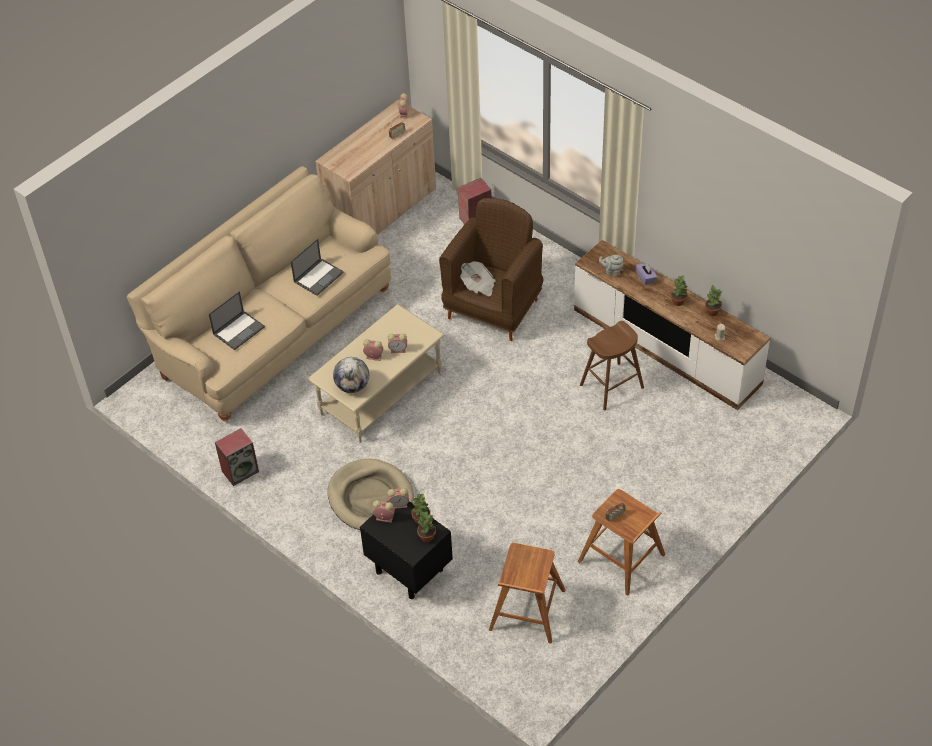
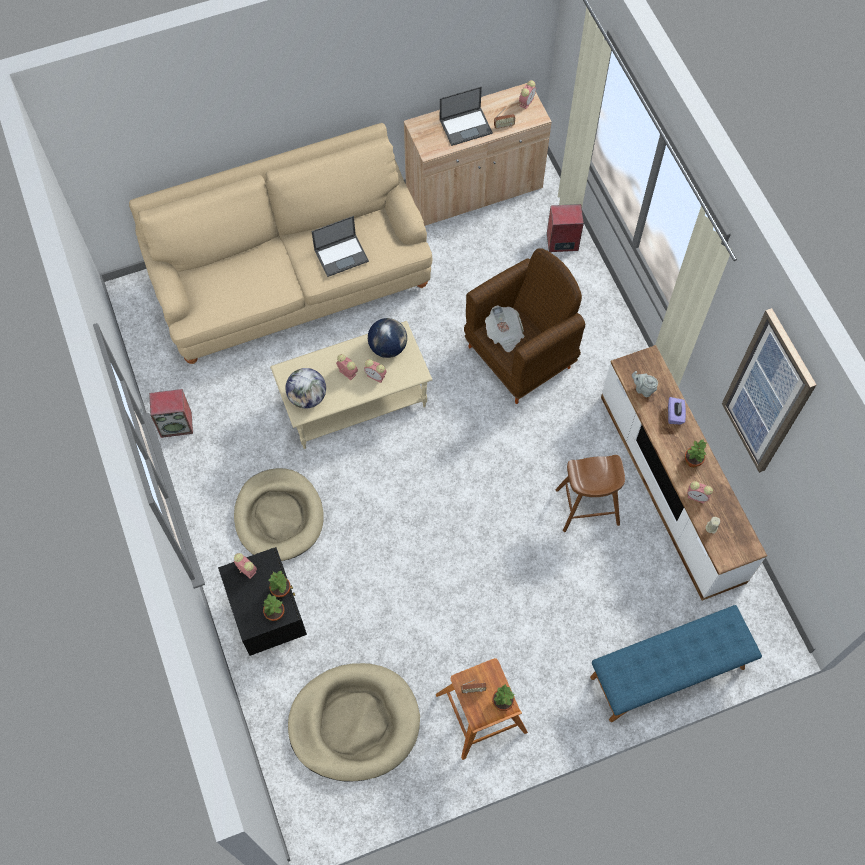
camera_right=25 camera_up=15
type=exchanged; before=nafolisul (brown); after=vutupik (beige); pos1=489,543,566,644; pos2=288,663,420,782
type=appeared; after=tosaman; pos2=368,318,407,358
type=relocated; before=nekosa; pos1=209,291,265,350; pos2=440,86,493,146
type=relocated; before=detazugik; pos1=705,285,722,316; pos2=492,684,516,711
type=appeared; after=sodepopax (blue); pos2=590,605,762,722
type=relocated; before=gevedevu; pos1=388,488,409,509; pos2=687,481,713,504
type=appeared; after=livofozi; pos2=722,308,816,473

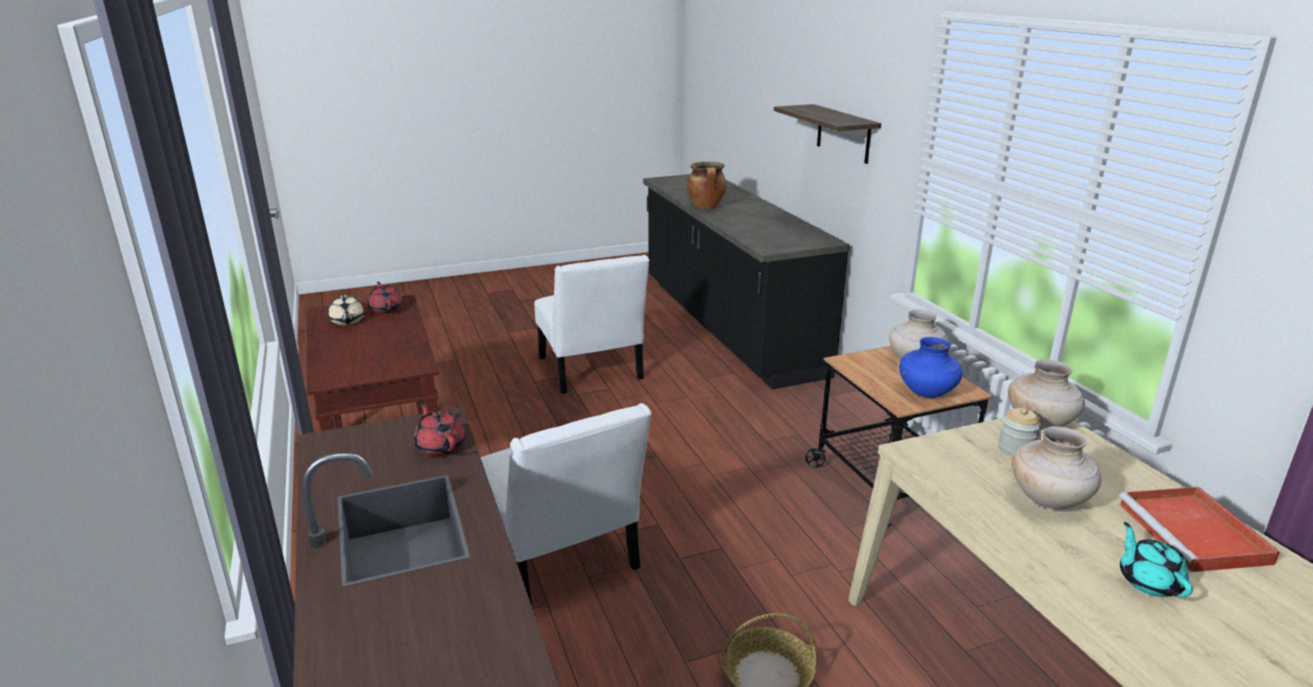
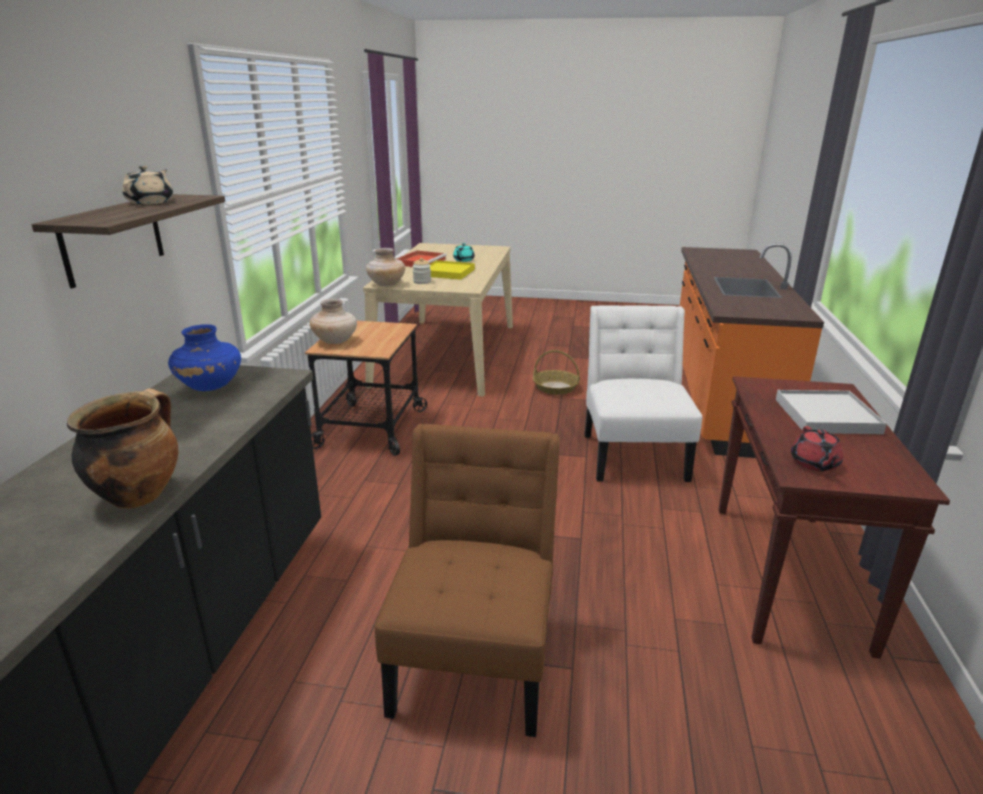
camera_right=-150 camera_up=0
type=relocated; before=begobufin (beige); pos1=328,295,365,325; pos2=122,165,173,204
type=relocated; before=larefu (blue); pos1=899,337,962,398; pos2=168,324,241,391
type=colour; before=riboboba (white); after=riboboba (brown); pos1=534,255,650,394; pos2=375,424,560,737
type=exchanged; before=larefu (beige); after=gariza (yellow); pos1=1011,426,1102,509; pos2=429,260,475,280
type=appeared; after=gariza (white); pos2=776,390,887,434
type=missing; before=begobufin (red); pos1=414,403,466,456

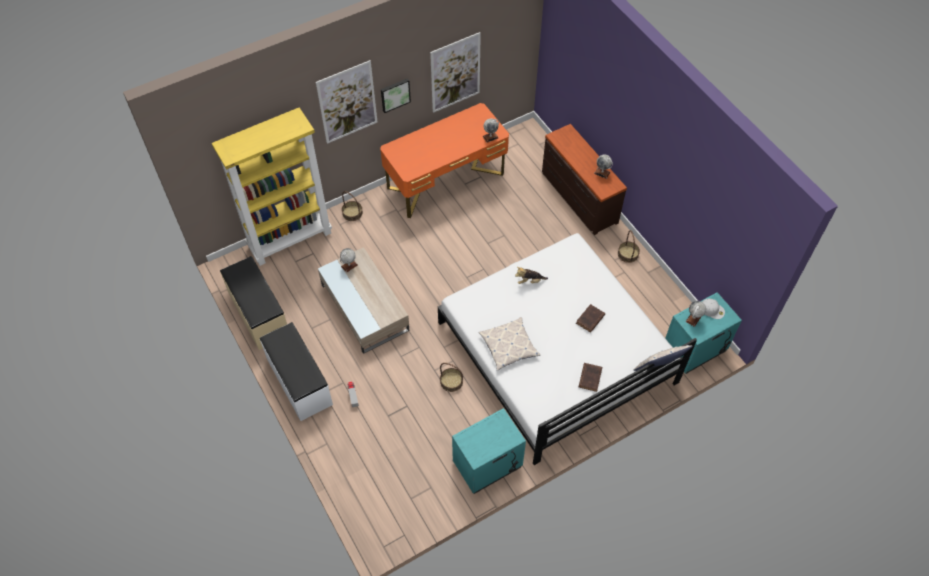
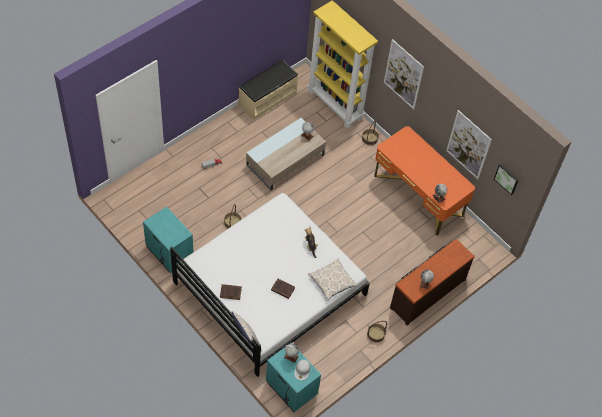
camera_right=75 camera_up=0
type=relocated; before=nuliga; pos1=479,317,540,370; pos2=308,258,358,301
type=relocated; before=livofozi; pos1=381,78,411,113; pos2=494,164,519,195
type=missing; before=sodepopax (white); pos1=260,322,333,421

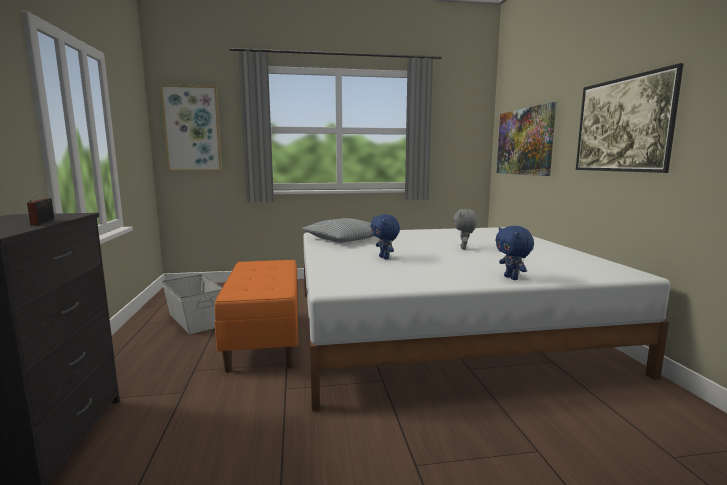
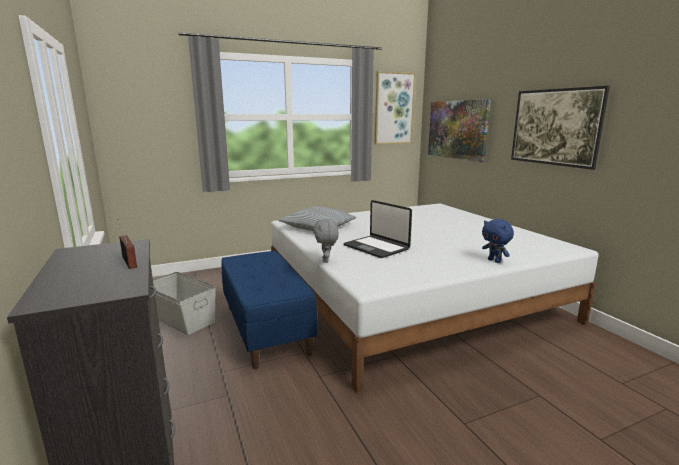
camera_right=-15 camera_up=5
type=colour; before=sodepopax (orange); after=sodepopax (blue); pos1=215,260,298,373; pos2=221,251,318,369
type=relocated; before=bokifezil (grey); pos1=453,209,477,249; pos2=313,219,339,263
type=exchanged; before=bokifezil (blue); after=nekosa; pos1=371,214,400,259; pos2=343,200,412,258
type=relocated; before=livofozi; pos1=160,84,222,171; pos2=375,71,416,145

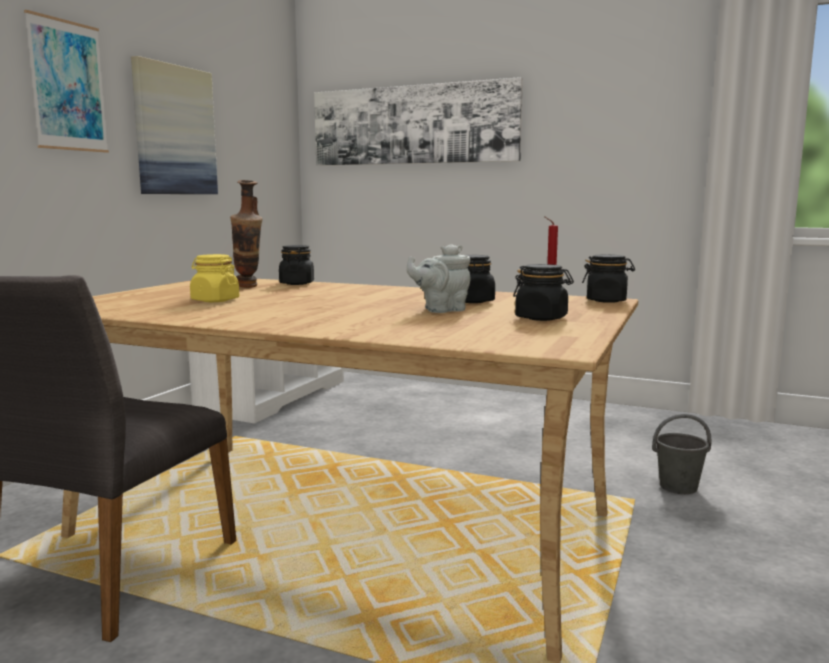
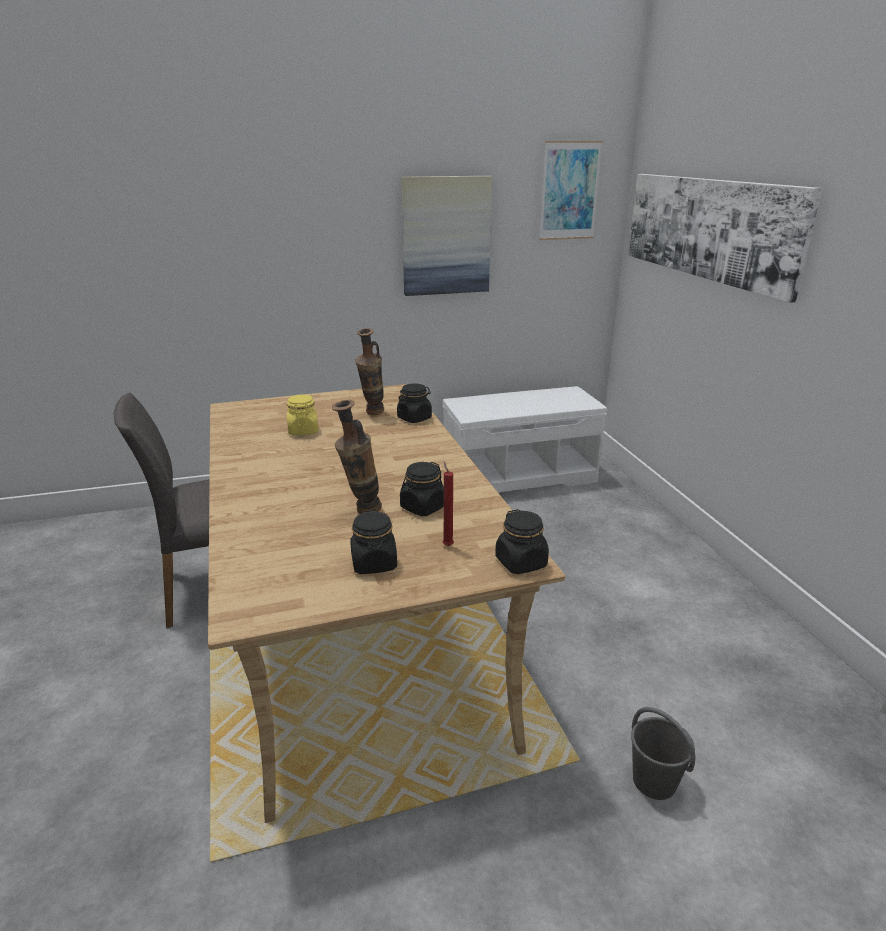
camera_right=50 camera_up=15
type=exchanged; before=begobufin (grey); after=larefu; pos1=407,244,471,313; pos2=332,400,382,514
type=relocated; before=livofozi; pos1=24,10,109,153; pos2=539,141,603,240

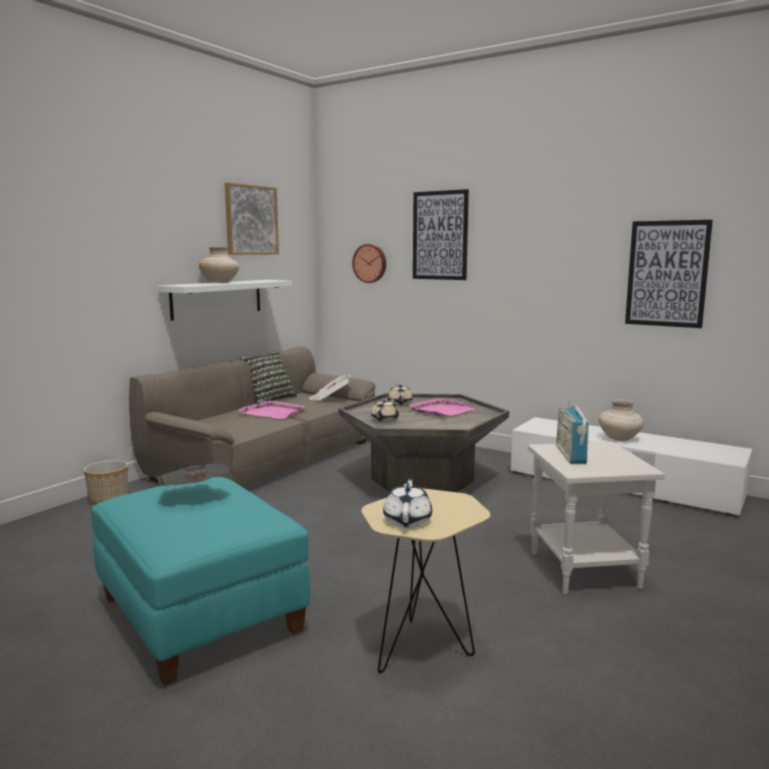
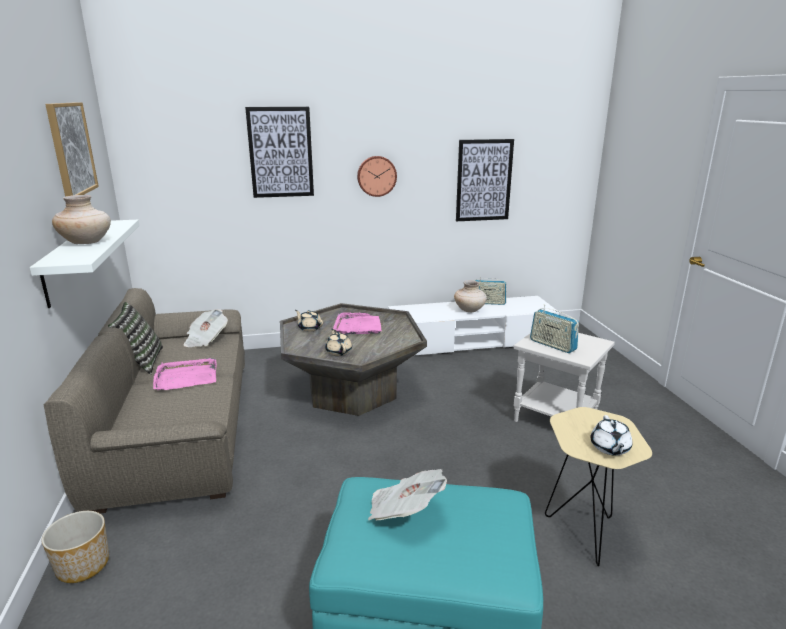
camera_right=-45 camera_up=10
type=relocated; before=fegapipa; pos1=352,244,386,283; pos2=357,156,397,197
type=appeared; after=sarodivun; pos2=475,276,507,305
type=spun; before=begobufin (white); pos1=383,478,432,527; pos2=590,415,632,456; turn=-135

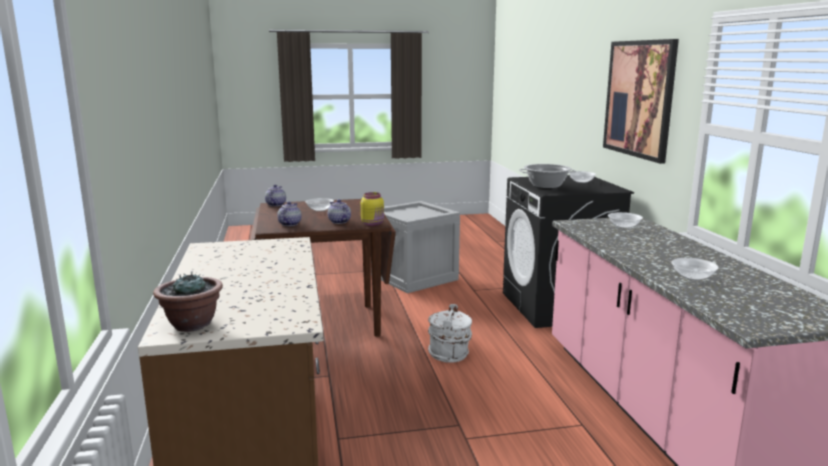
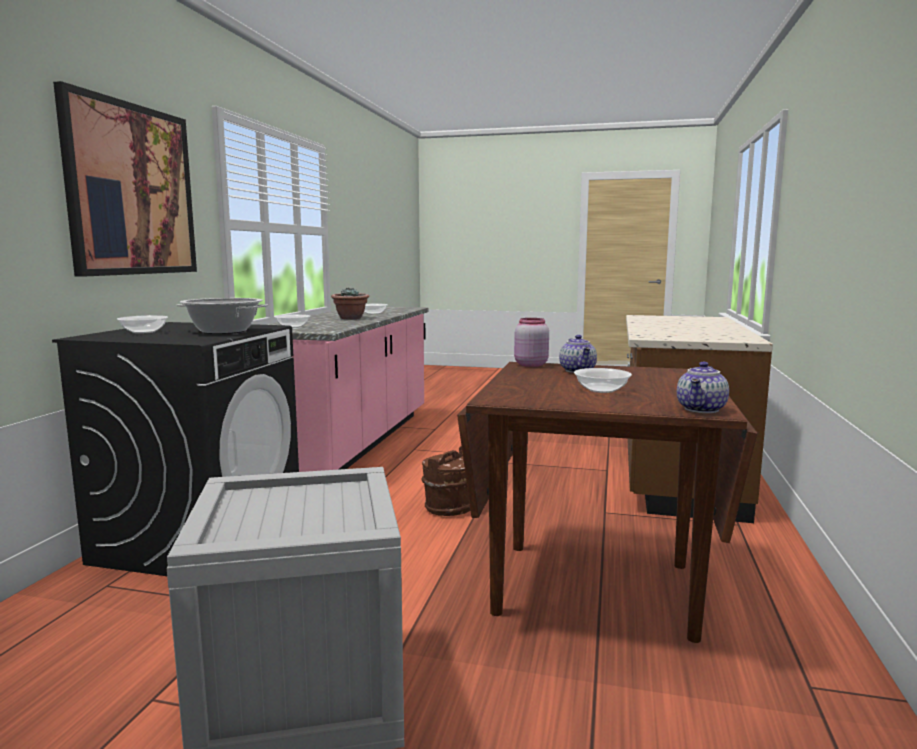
camera_right=-155 camera_up=-5
type=relocated; before=detazugik; pos1=153,272,223,332; pos2=331,288,369,319
type=colour; before=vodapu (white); after=vodapu (brown); pos1=428,304,472,363; pos2=421,446,470,516
type=colour; before=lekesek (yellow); after=lekesek (pink); pos1=361,192,384,226; pos2=514,318,549,367
type=missing; before=begobufin; pos1=277,202,301,226

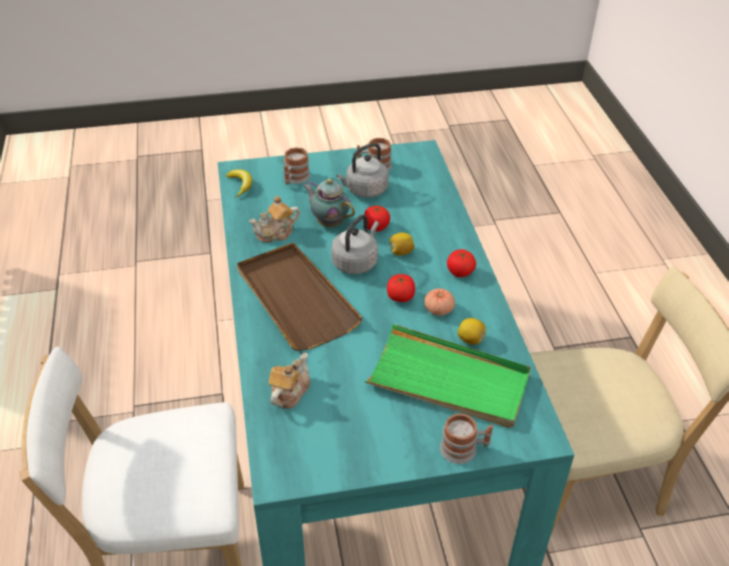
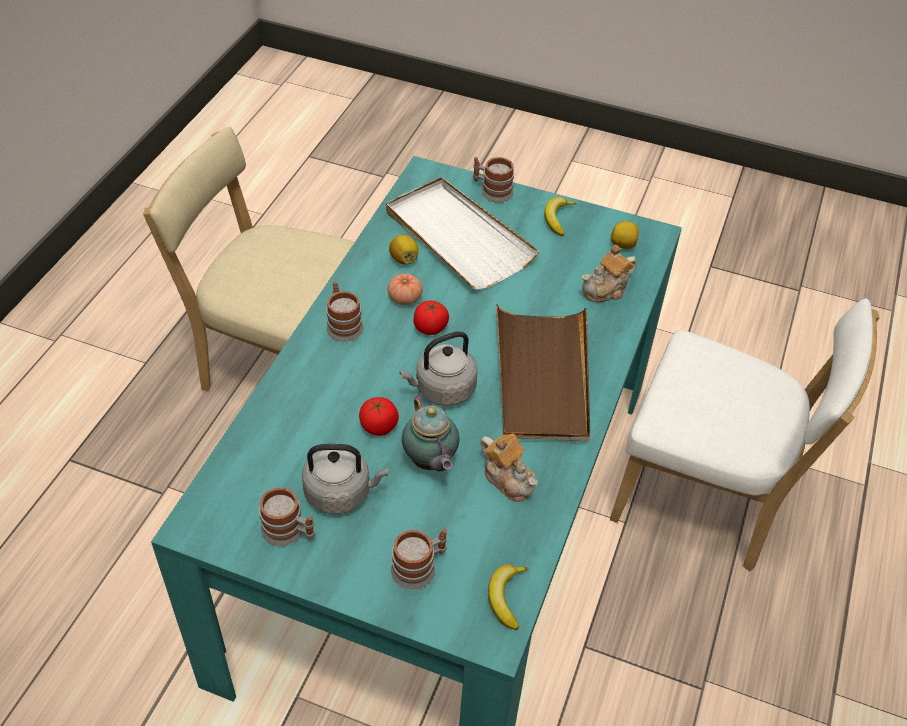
camera_right=-150 camera_up=5
type=exchanged; before=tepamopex; after=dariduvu; pos1=447,249,476,277; pos2=326,282,363,342
type=colour; before=gariza (green); after=gariza (white); pos1=365,324,531,428; pos2=386,177,539,290
type=spun; before=begobufin; pos1=249,196,300,242; pos2=480,434,538,502; turn=45
type=appeared; after=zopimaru; pos2=544,197,577,236
type=relocated; before=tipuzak; pos1=390,232,414,256; pos2=611,221,639,249

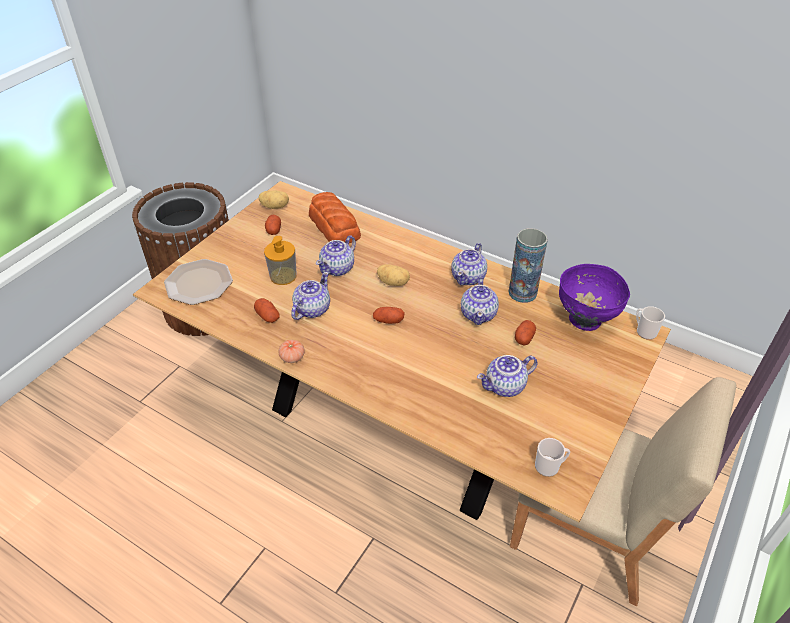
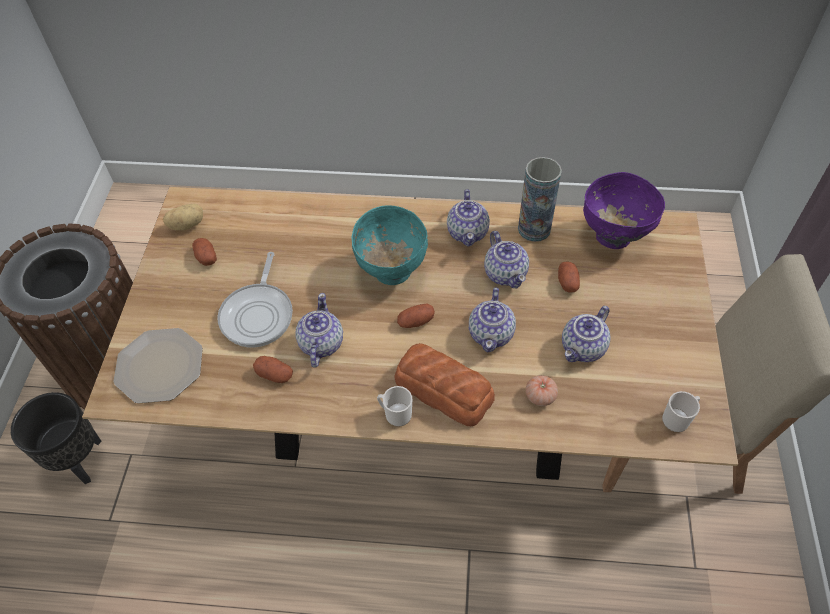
camera_right=-25 camera_up=10
type=appeared; after=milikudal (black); pos2=11,392,102,484
type=exchanged; before=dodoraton; after=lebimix; pos1=264,236,297,285; pos2=217,252,293,347
type=exchanged; before=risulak; after=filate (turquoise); pos1=377,264,410,286; pos2=352,205,428,285
type=relocated; before=dariduvu; pos1=636,306,665,340; pos2=377,386,412,427
type=relocated; before=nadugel; pos1=309,192,361,243; pos2=395,343,495,426
type=relocated; before=begobufin; pos1=316,236,356,276; pos2=469,287,516,352
type=relocated; before=tepamopex; pos1=278,340,305,363; pos2=526,375,558,406

